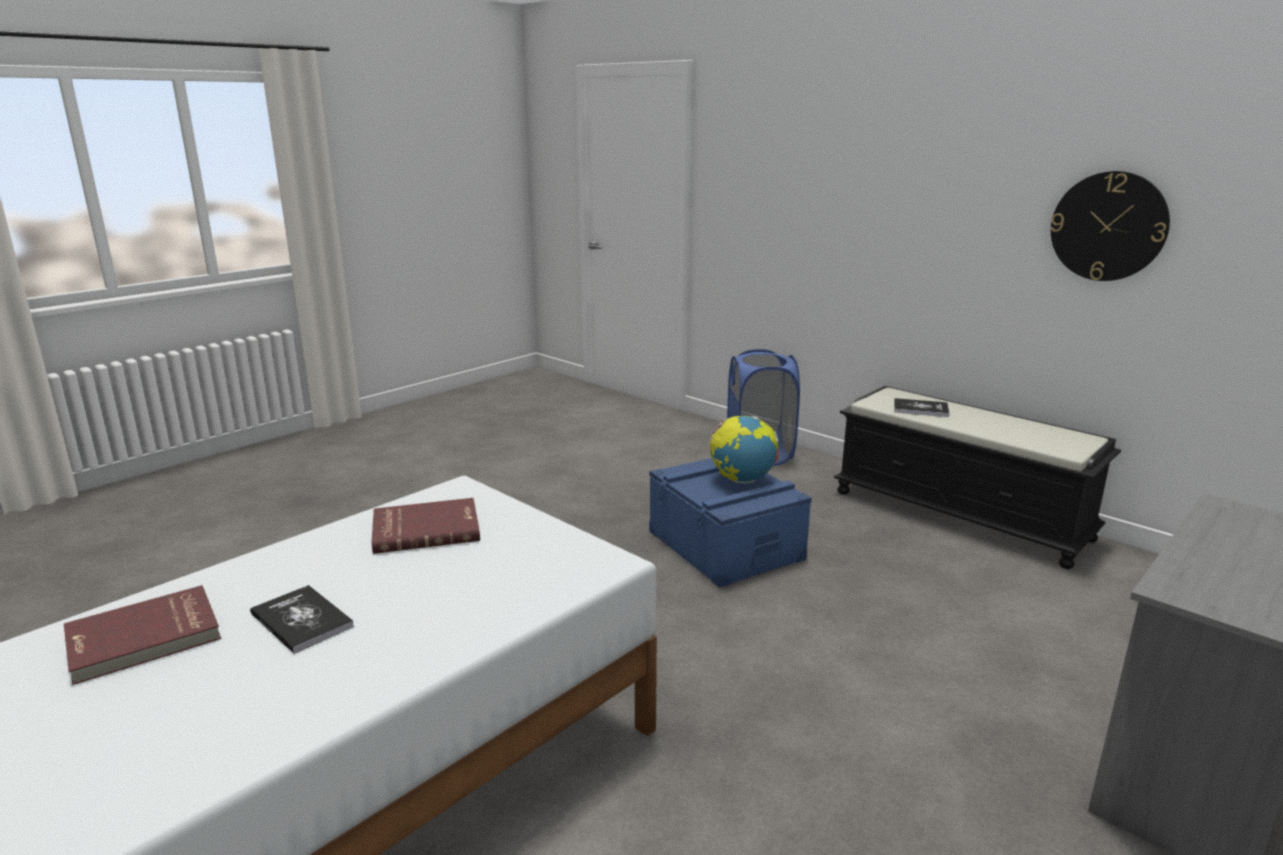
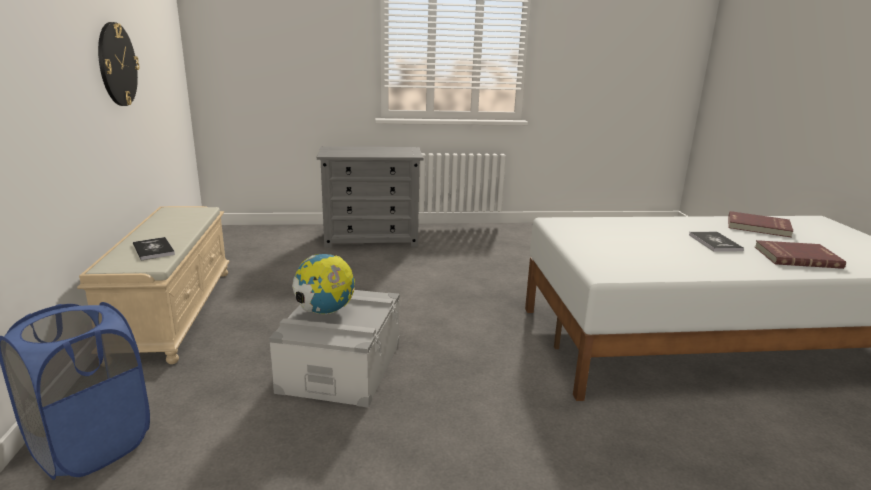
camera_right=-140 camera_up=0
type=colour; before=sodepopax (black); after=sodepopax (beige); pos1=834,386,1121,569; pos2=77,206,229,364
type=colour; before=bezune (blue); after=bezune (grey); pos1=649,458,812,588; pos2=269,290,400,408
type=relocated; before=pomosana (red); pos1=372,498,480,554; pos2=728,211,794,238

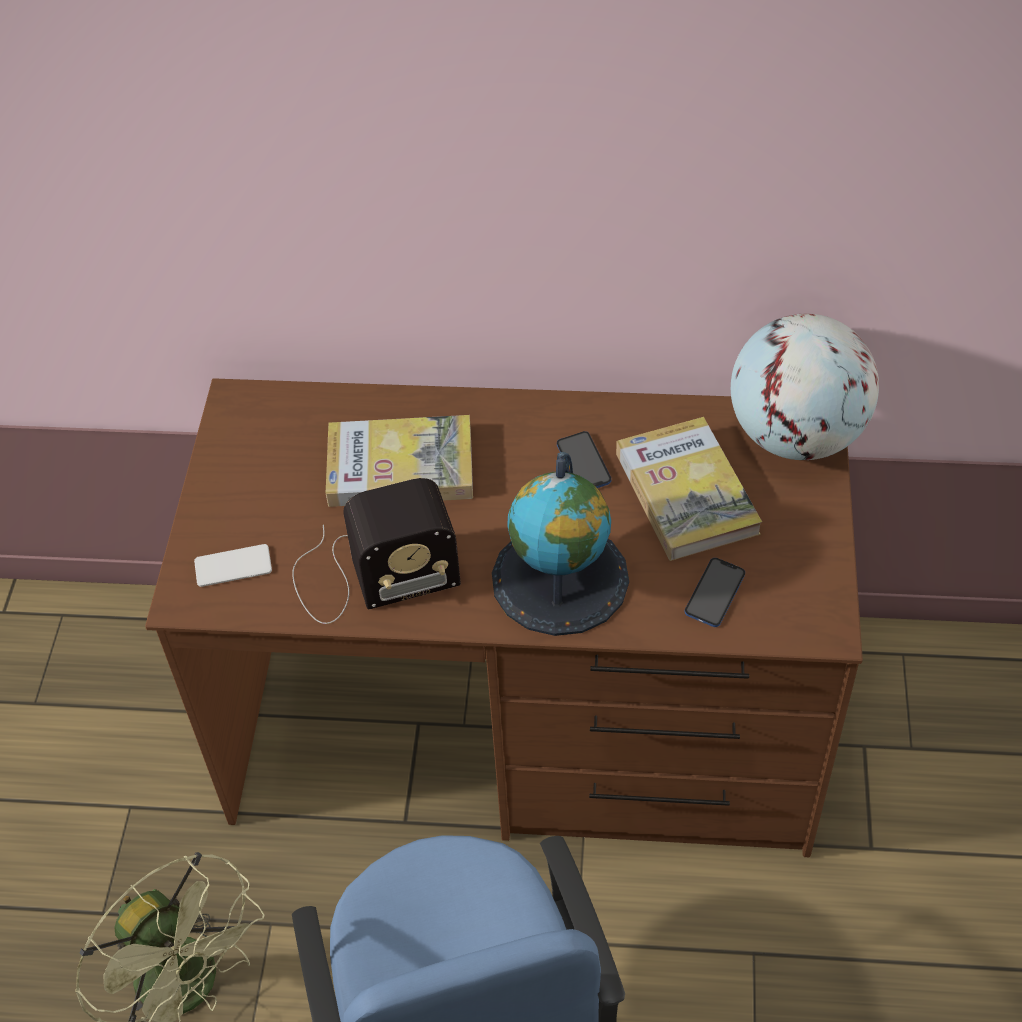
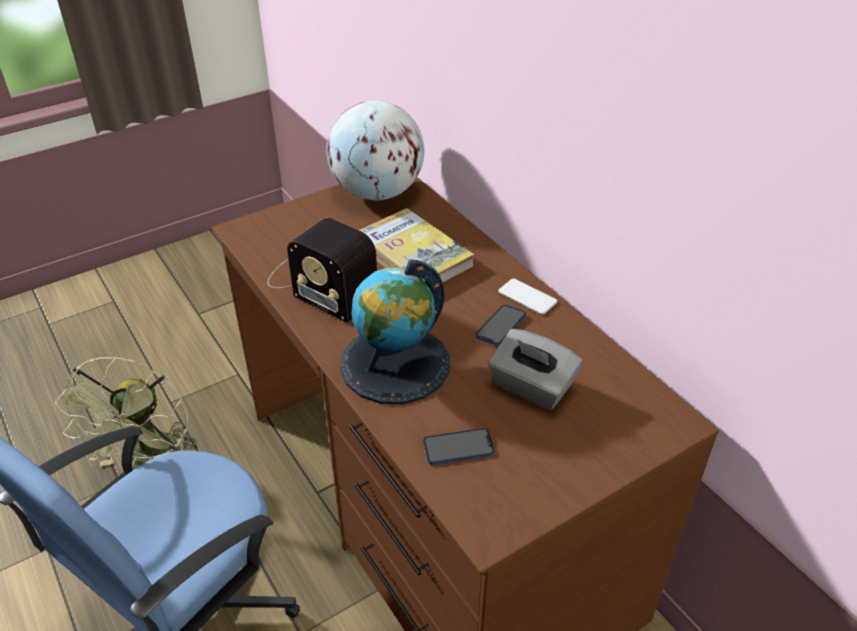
camera_right=50 camera_up=-10
type=relocated; before=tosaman; pos1=731,313,879,460; pos2=326,100,424,200
type=exchanged; before=pomosana; after=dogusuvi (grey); pos1=616,417,762,561; pos2=488,329,582,410
type=relocated; before=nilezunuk; pos1=194,544,272,587; pos2=498,279,557,315

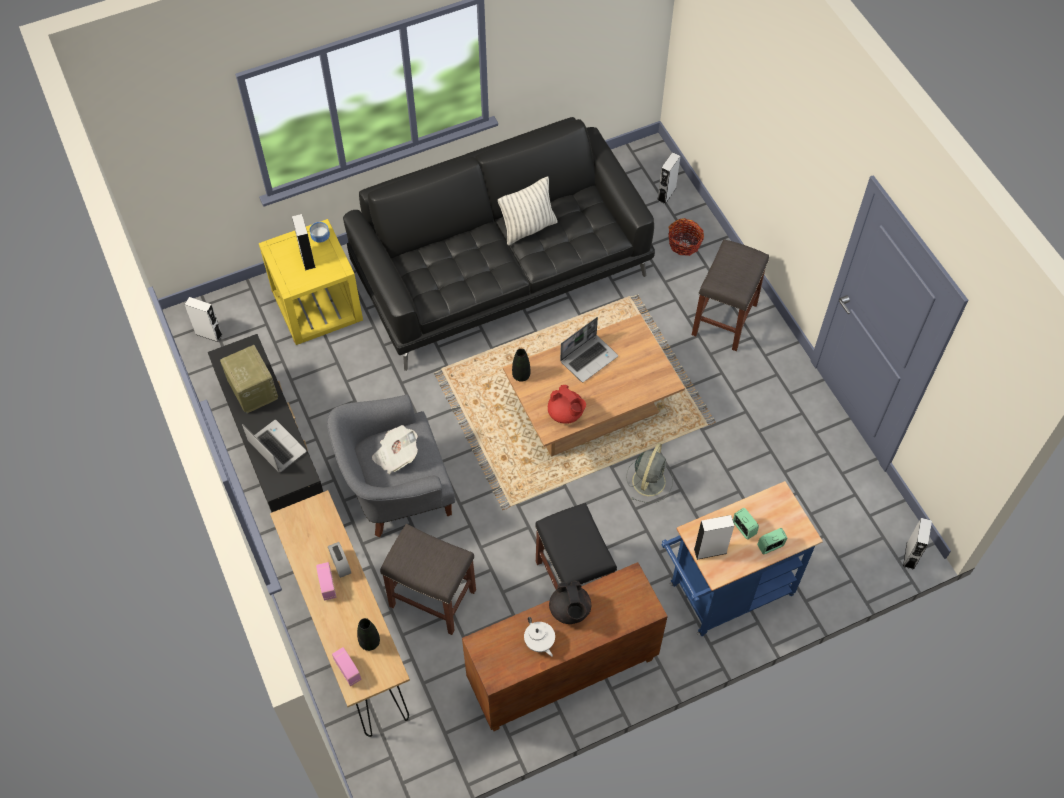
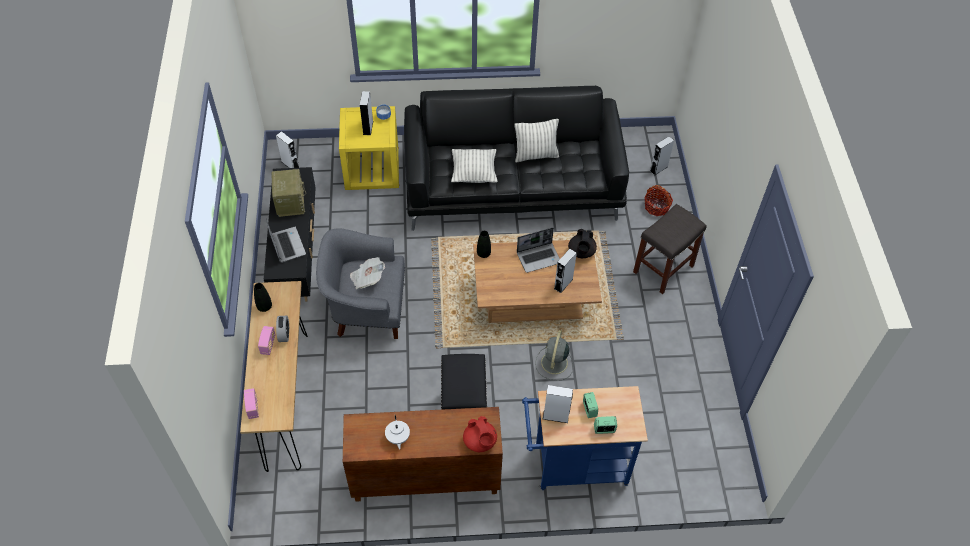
camera_right=20 camera_up=-5
type=relocated; before=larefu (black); pos1=357,618,380,651; pos2=254,283,272,312
type=appeared; after=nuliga; pos2=451,149,498,183
type=relocated; before=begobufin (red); pos1=548,385,586,424; pos2=463,416,497,452
type=spun; before=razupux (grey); pos1=626,443,673,503; pos2=535,330,573,380; turn=150
type=relocated; before=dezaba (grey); pos1=903,518,932,570; pos2=554,249,577,293
type=relocated; before=begobufin (black); pos1=549,580,591,624; pos2=568,229,597,258
type=missing; before=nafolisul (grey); pos1=380,524,476,635

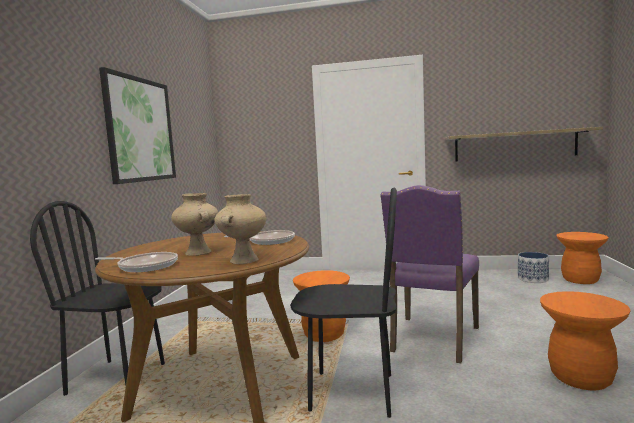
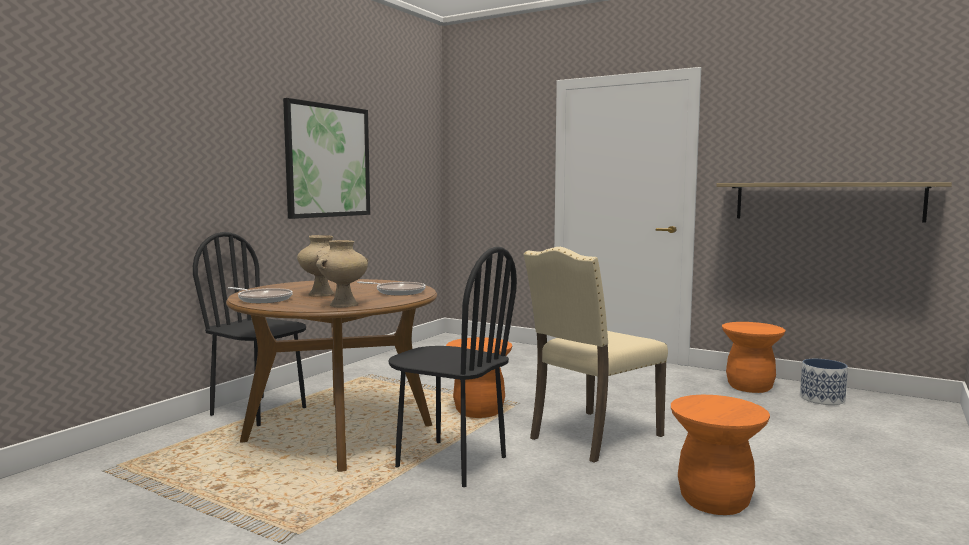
camera_right=20 camera_up=0
type=colour; before=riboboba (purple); after=riboboba (beige); pos1=380,185,479,363; pos2=523,247,668,463
type=relocated; before=nafolisul (orange); pos1=556,232,609,284; pos2=722,322,785,393

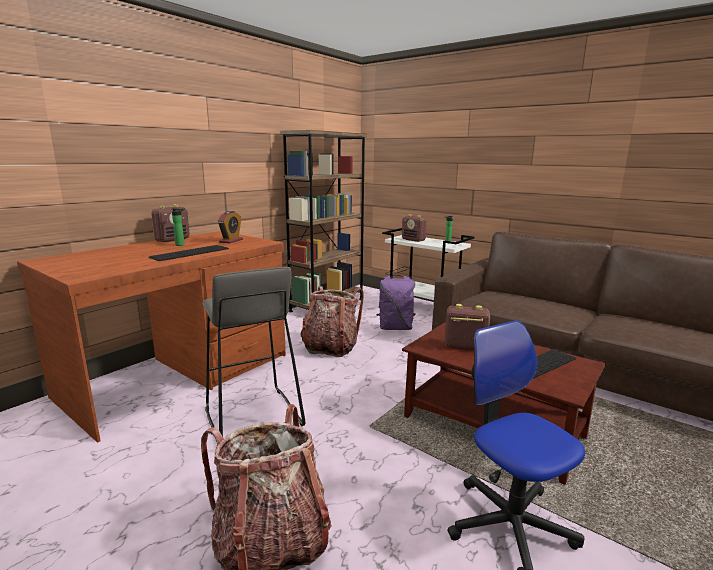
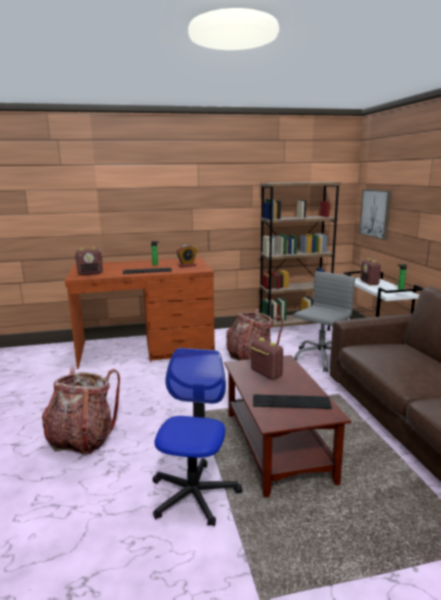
camera_right=40 camera_up=0
type=relocated; before=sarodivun; pos1=151,204,190,242; pos2=75,248,103,275
type=exchanged; before=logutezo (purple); after=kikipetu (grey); pos1=376,275,415,330; pos2=294,271,355,372
type=appeared; after=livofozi; pos2=359,189,392,240
type=missing; before=nafolisul (grey); pos1=202,266,305,445

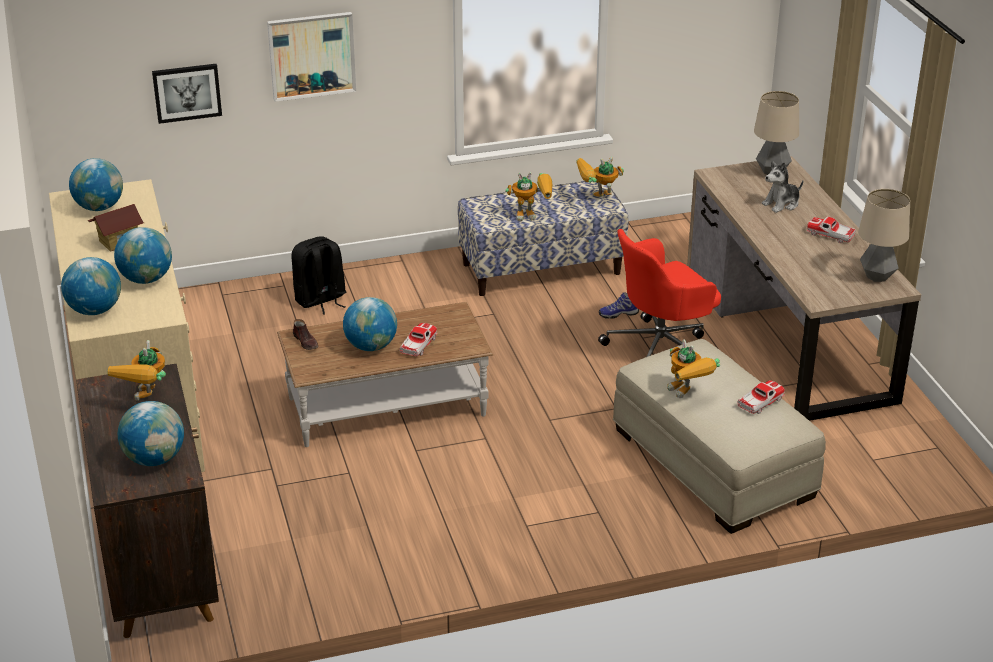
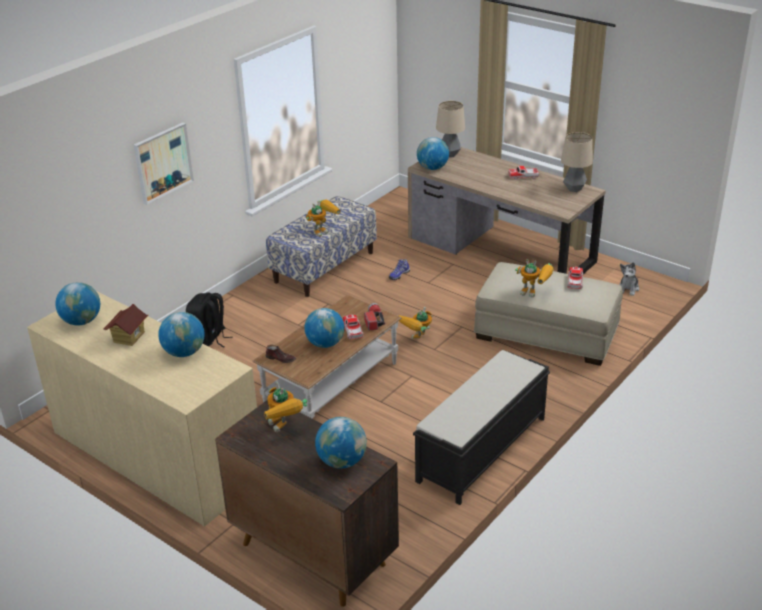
camera_right=-35 camera_up=0
type=appeared; after=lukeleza; pos2=364,303,385,330
type=relocated; before=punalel; pos1=576,157,624,197; pos2=399,306,433,339
type=appeared; after=sodepopax (black); pos2=413,350,550,505
type=relocated; before=tosaman; pos1=61,257,121,315; pos2=417,137,449,170
type=relocated; before=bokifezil; pos1=762,161,803,213; pos2=619,262,639,296
type=missing; before=livofozi; pos1=152,64,222,124
type=missing; before=kikipetu (red); pos1=598,229,721,357

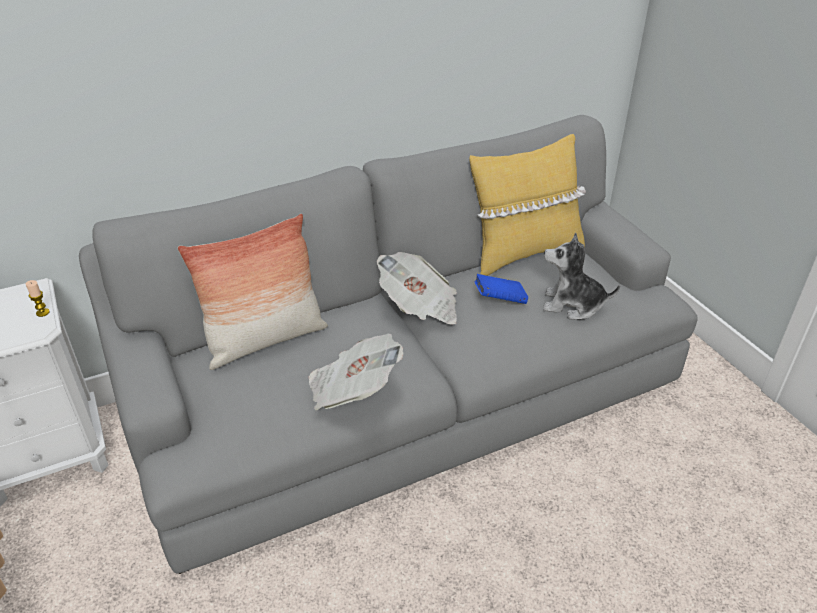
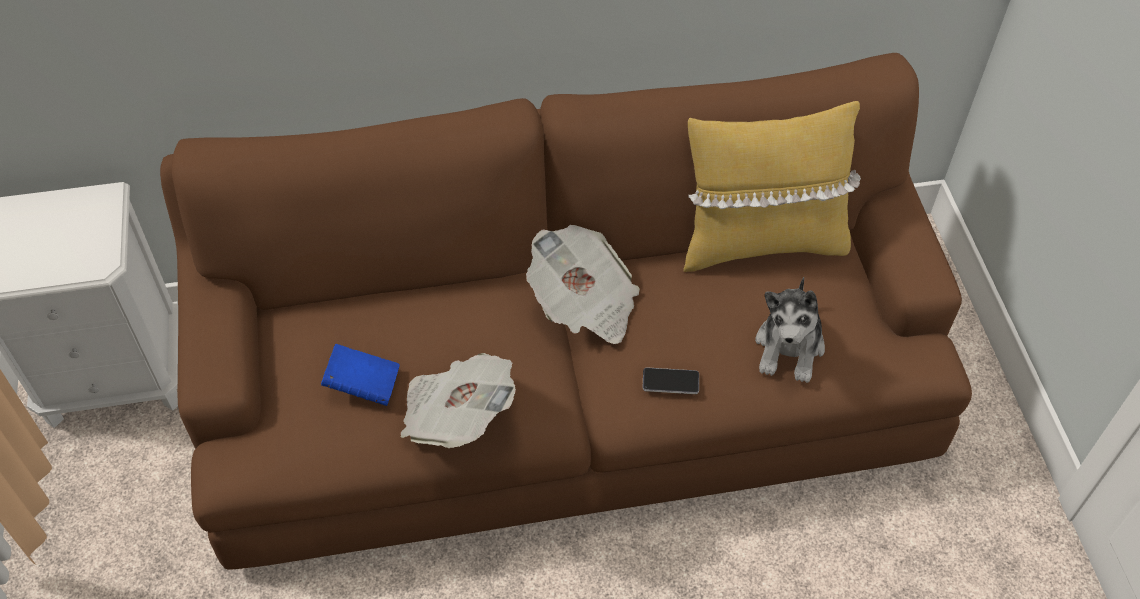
camera_right=15 camera_up=15
type=colour; before=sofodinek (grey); after=sofodinek (brown); pos1=79,115,698,574; pos2=160,53,972,569
type=relocated; before=pomosana (blue); pos1=474,274,528,304; pos2=321,344,400,406
type=appeared; after=nilezunuk; pos2=642,367,699,394
type=spun; before=bokifezil; pos1=543,233,620,320; pos2=755,277,825,383; turn=-105
type=missing; before=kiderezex; pos1=26,280,50,317
type=missing; before=nuliga; pos1=178,214,328,370

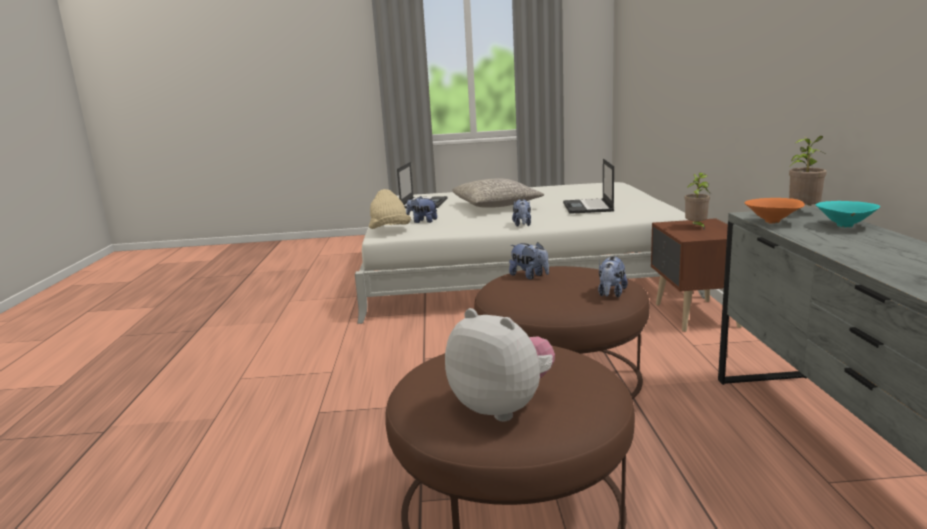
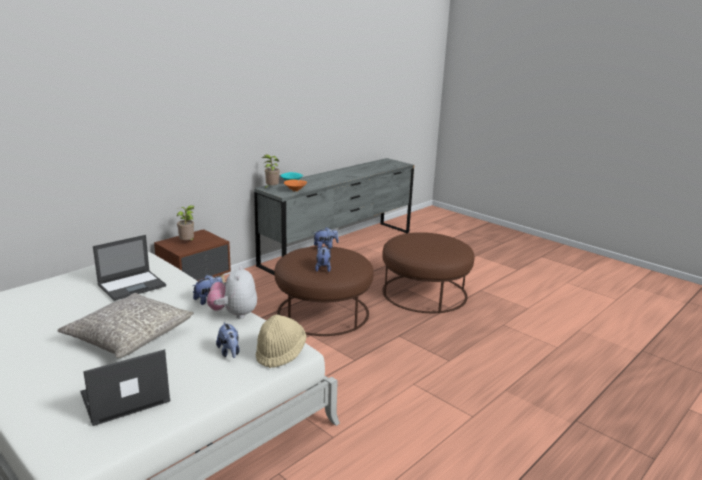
camera_right=-135 camera_up=5
type=relocated; before=bokifezil; pos1=445,308,555,421; pos2=207,266,257,319

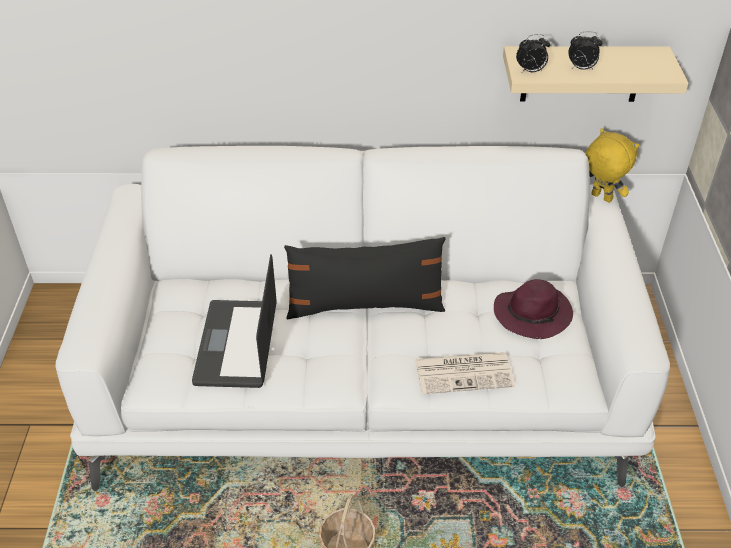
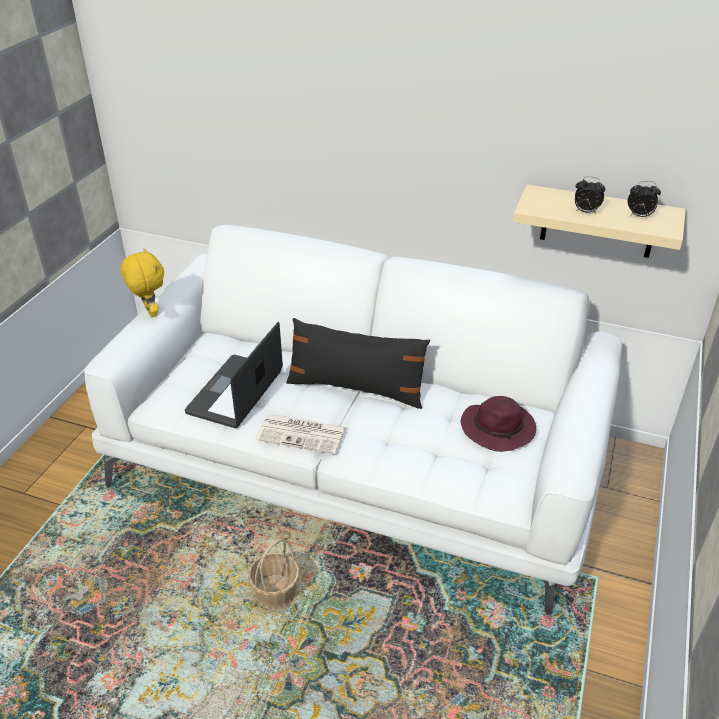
camera_right=20 camera_up=-5
type=relocated; before=bokifezil (yellow); pos1=585,128,639,202; pos2=121,248,164,318
type=relocated; before=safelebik; pos1=415,352,515,394; pos2=256,414,346,454
type=relocated; before=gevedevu; pos1=516,34,550,73; pos2=628,181,661,218

